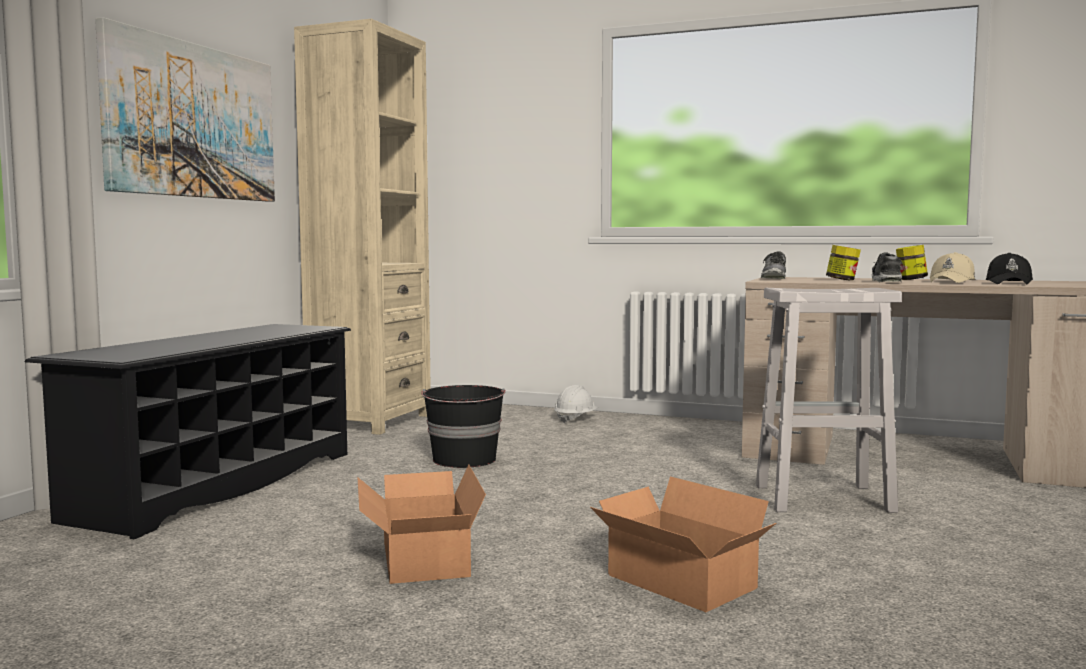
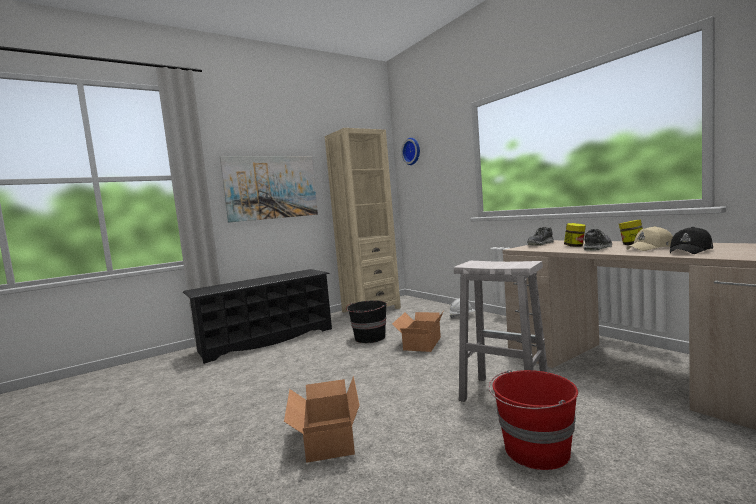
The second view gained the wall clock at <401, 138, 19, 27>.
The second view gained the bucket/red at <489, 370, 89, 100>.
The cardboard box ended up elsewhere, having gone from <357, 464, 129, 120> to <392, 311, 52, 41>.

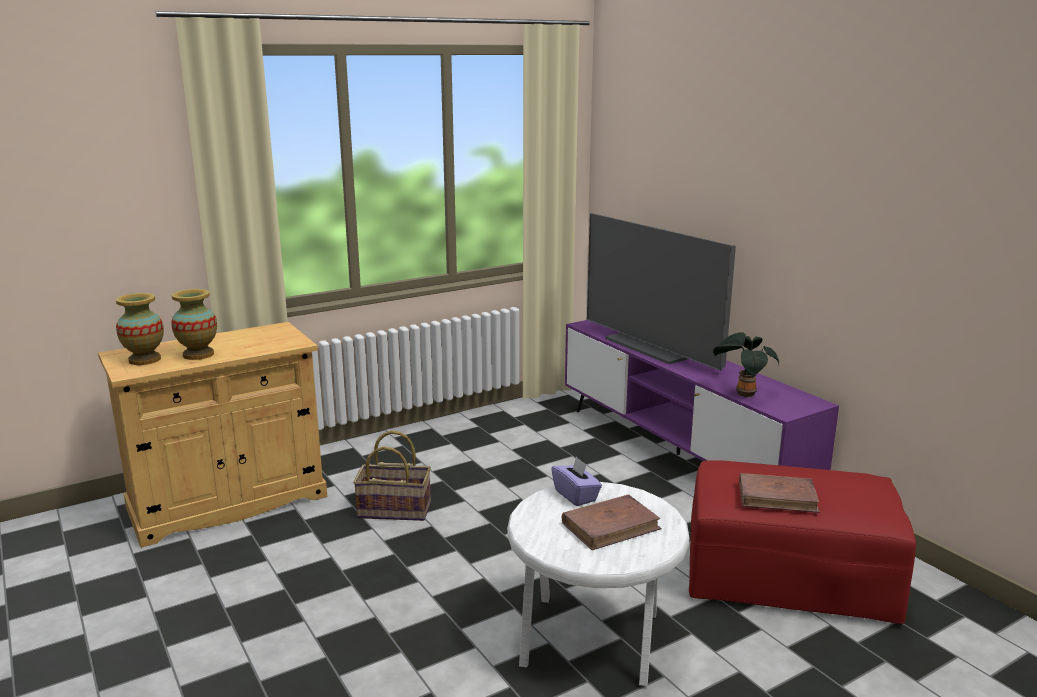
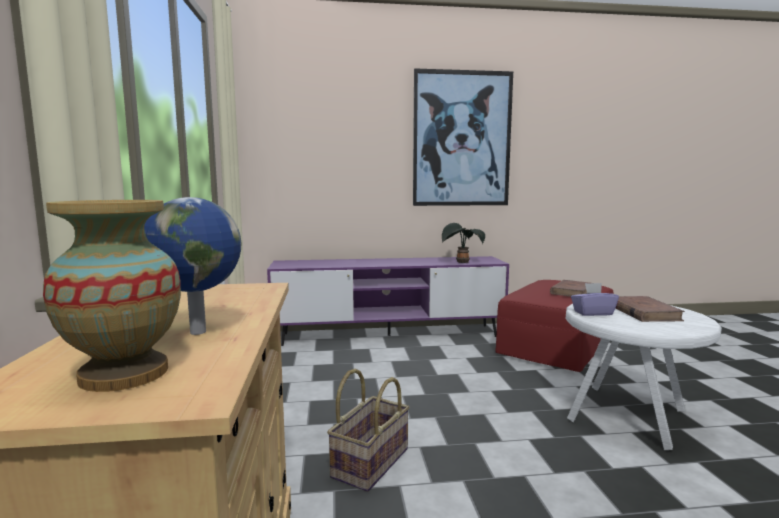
The second view lost the television at <587, 213, 149, 158>.
The second view gained the picture at <413, 69, 100, 137>.
Where the vase stood at <171, 289, 46, 71>, the globe came to stand at <144, 197, 97, 138>.

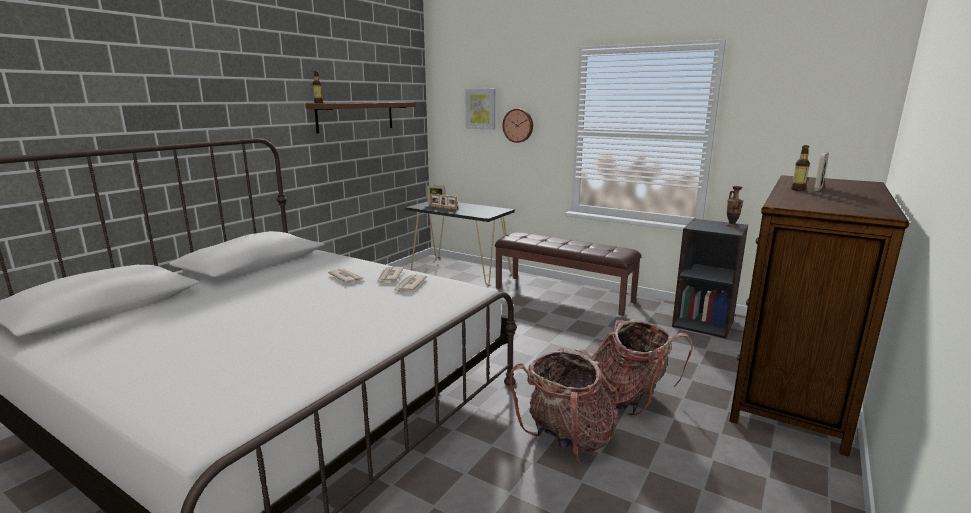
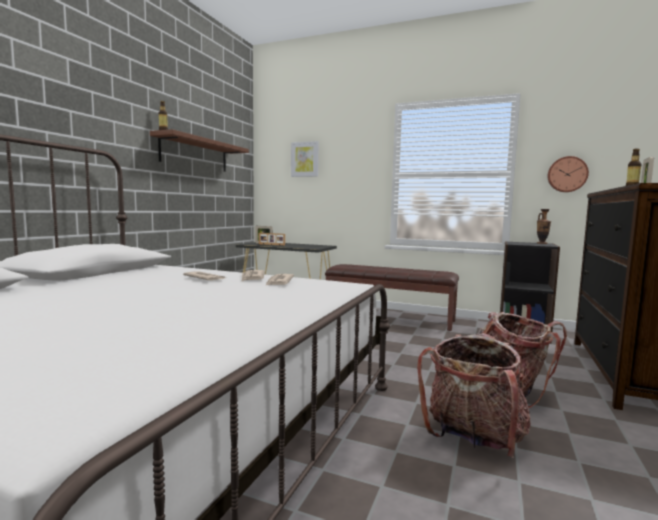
The wall clock ended up elsewhere, having gone from <502, 109, 31, 34> to <548, 156, 41, 36>.

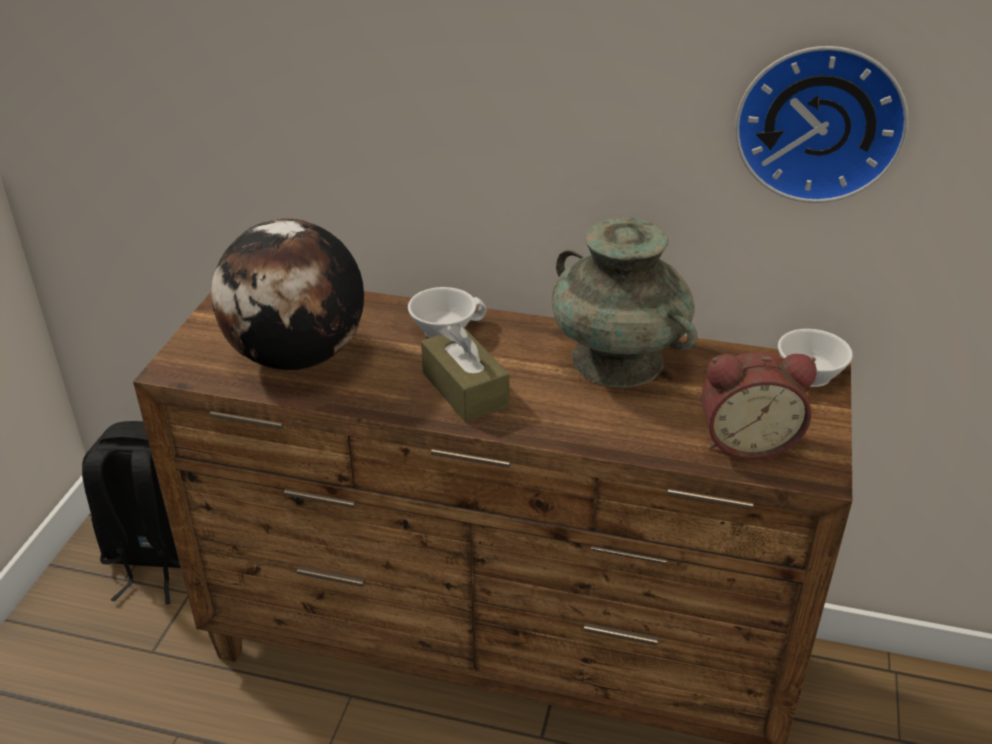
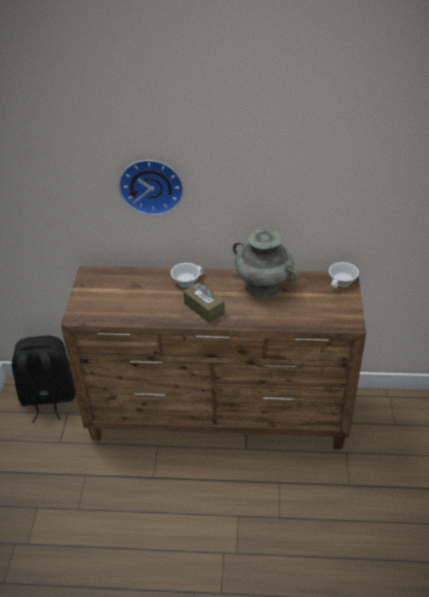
The second view lost the globe at <211, 219, 153, 151>.
The second view lost the alarm clock at <701, 352, 116, 108>.
The wall clock ended up elsewhere, having gone from <735, 46, 174, 157> to <119, 160, 65, 55>.

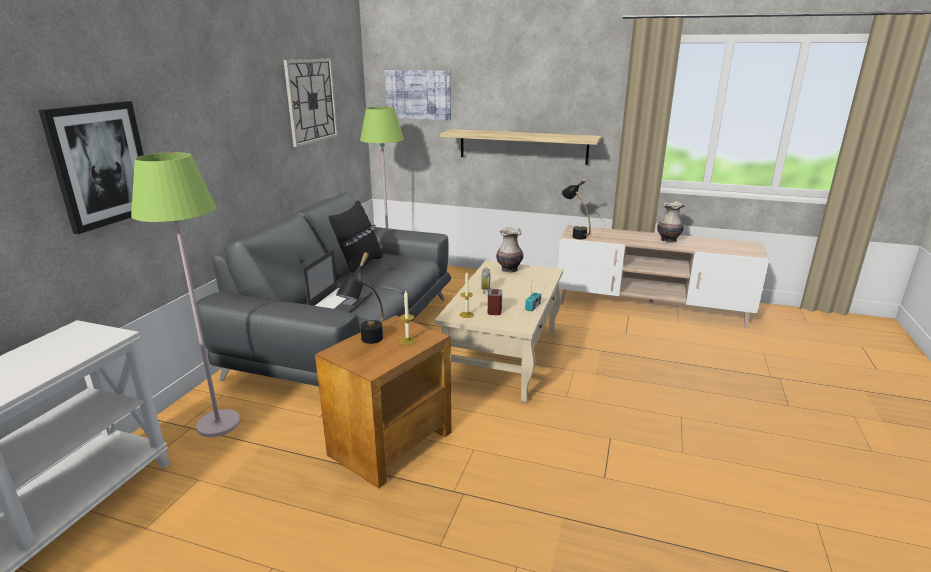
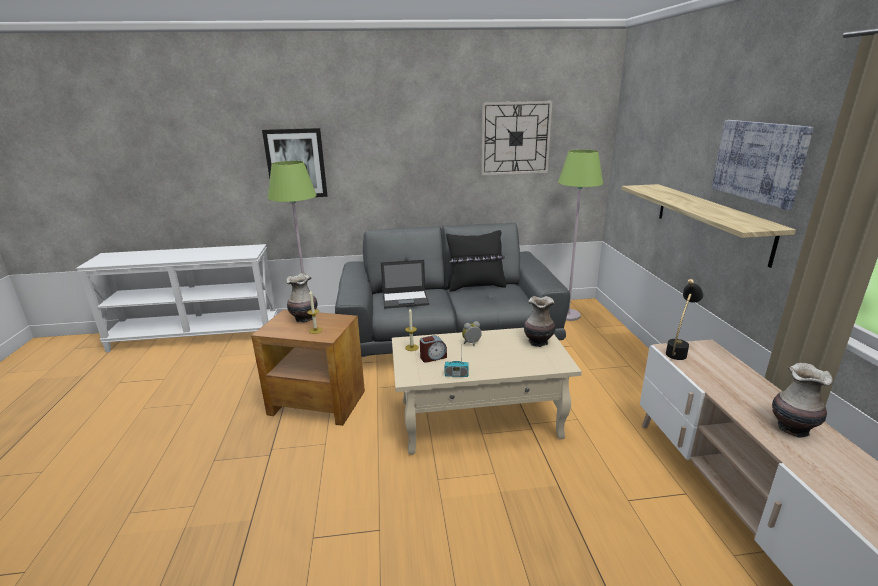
The picture ended up elsewhere, having gone from <384, 70, 67, 50> to <712, 120, 102, 90>.
Where the table lamp/black stood at <336, 252, 47, 92>, the vase came to stand at <286, 273, 32, 50>.

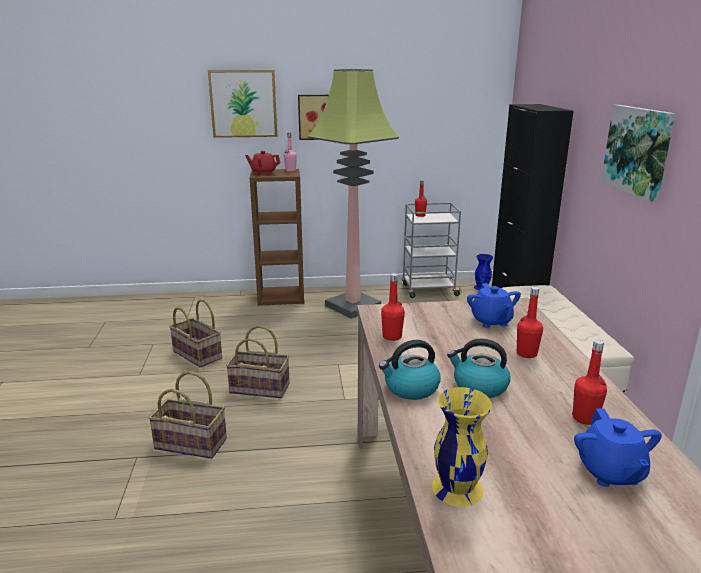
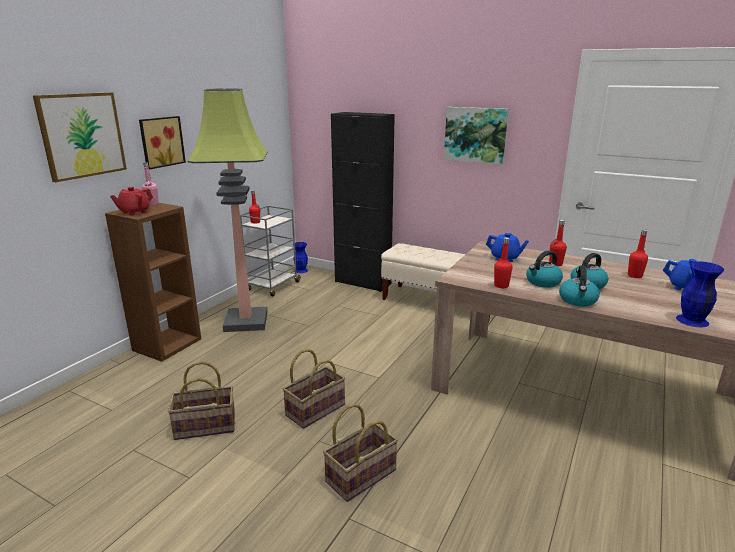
The second view gained the kettle at <526, 251, 37, 37>.
What was the vase/yellow at <432, 387, 60, 120> turned into the vase/blue at <676, 261, 48, 66>.

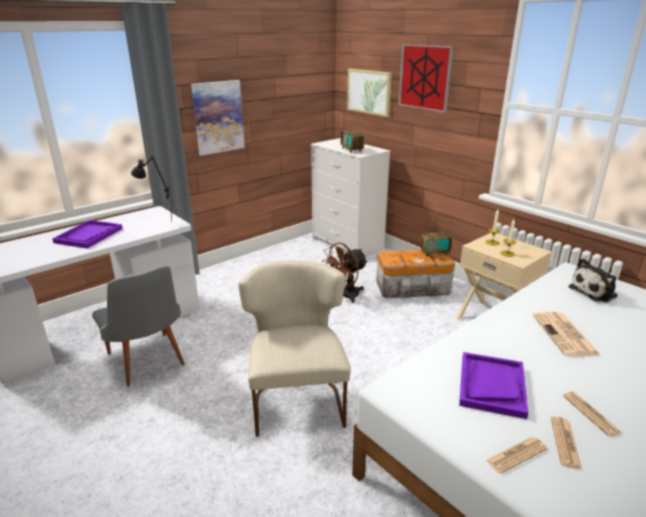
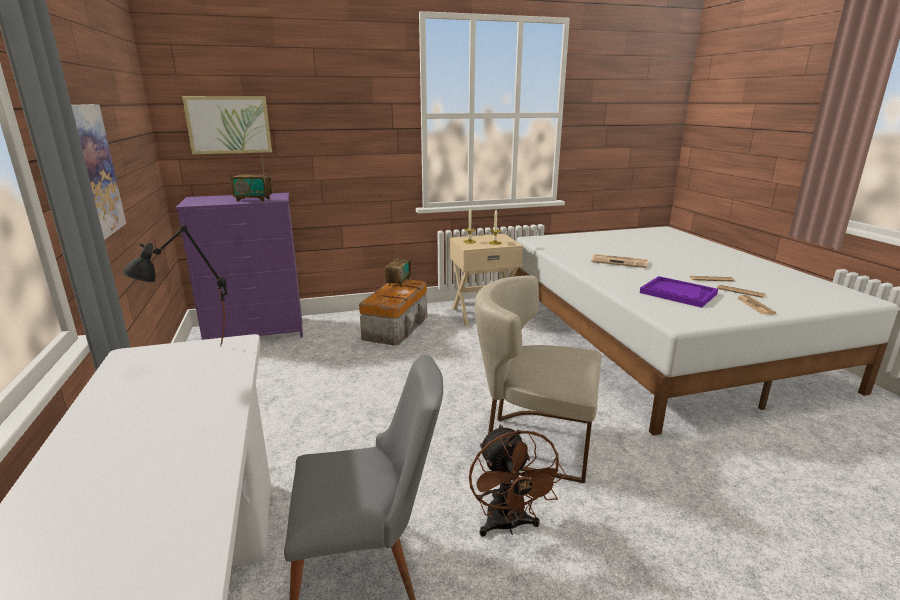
The second view lost the tray/purple at <52, 220, 71, 29>.
The second view lost the picture at <398, 44, 56, 69>.
The second view lost the plush toy at <568, 258, 50, 45>.
The fan/brown ended up elsewhere, having gone from <322, 243, 46, 60> to <469, 425, 98, 112>.
What was the dresser/white at <311, 138, 80, 119> turned into the dresser/purple at <176, 193, 127, 147>.

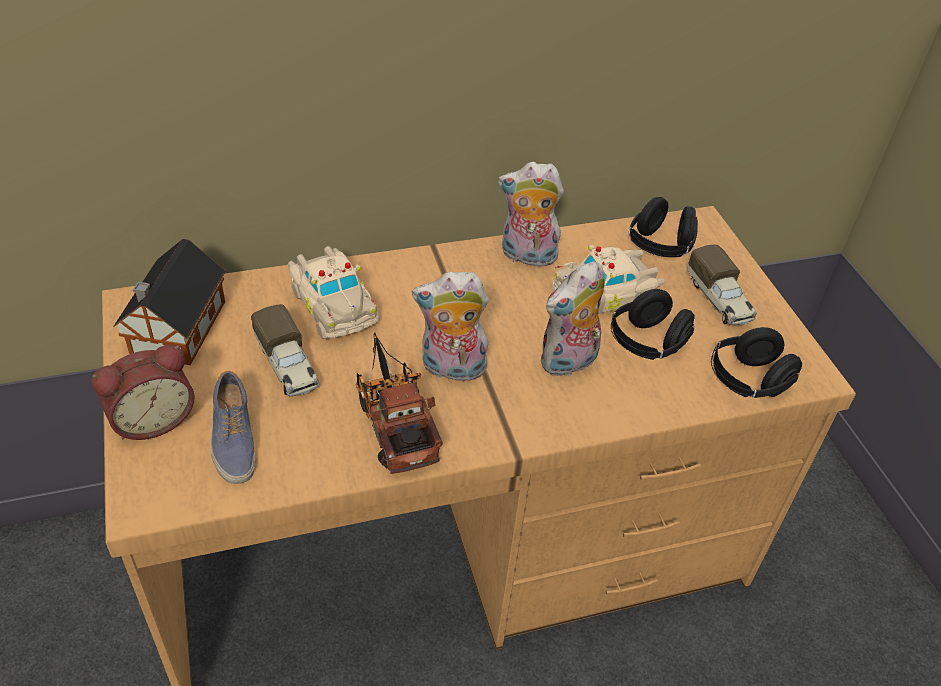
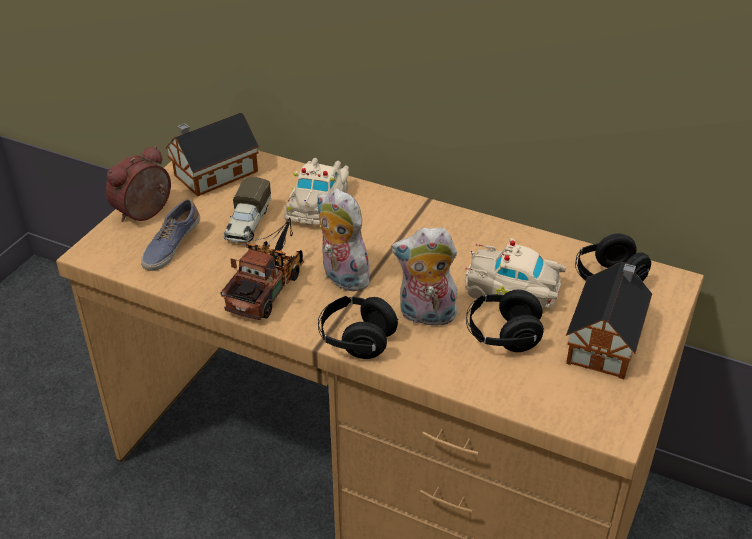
The second view lost the plush toy at <498, 162, 66, 108>.
The headphones/black ended up elsewhere, having gone from <711, 327, 91, 71> to <318, 296, 81, 63>.
Where the toy truck stood at <687, 245, 70, 80>, the toy house came to stand at <566, 262, 86, 117>.
The alarm clock at <91, 344, 104, 96> ended up facing another way, 120 degrees clockwise from before.

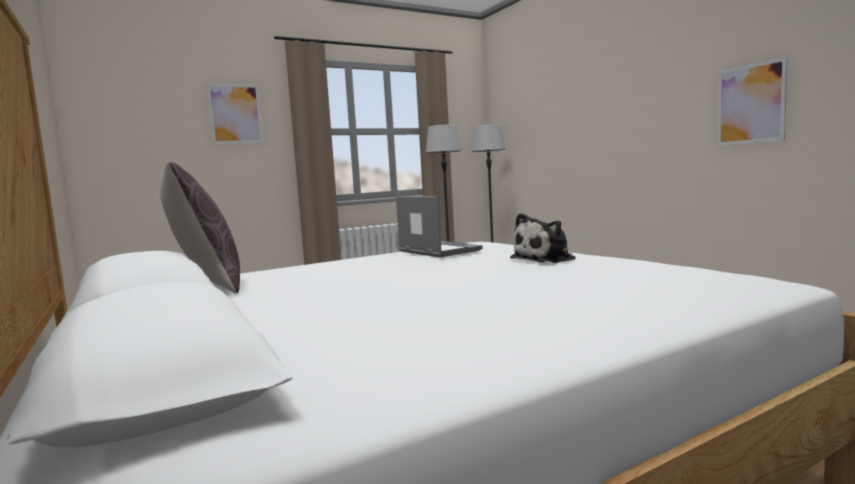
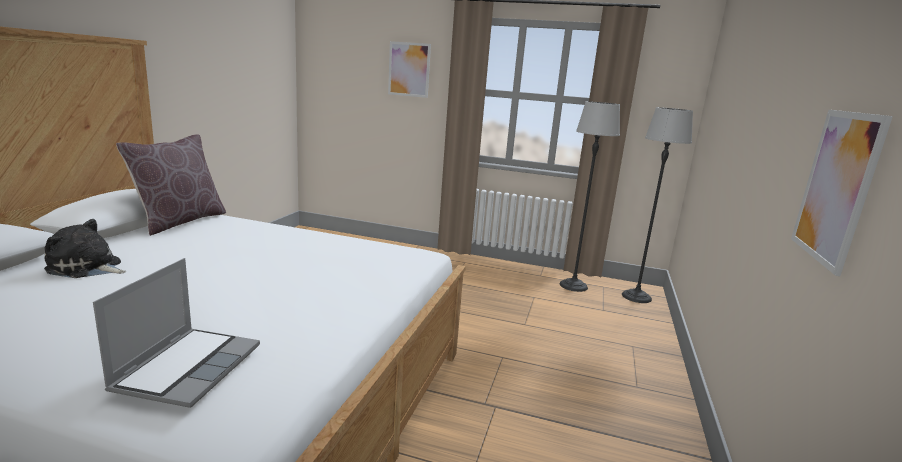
The laptop ended up elsewhere, having gone from <396, 196, 87, 62> to <93, 258, 167, 150>.
The plush toy ended up elsewhere, having gone from <510, 213, 66, 50> to <44, 219, 82, 59>.

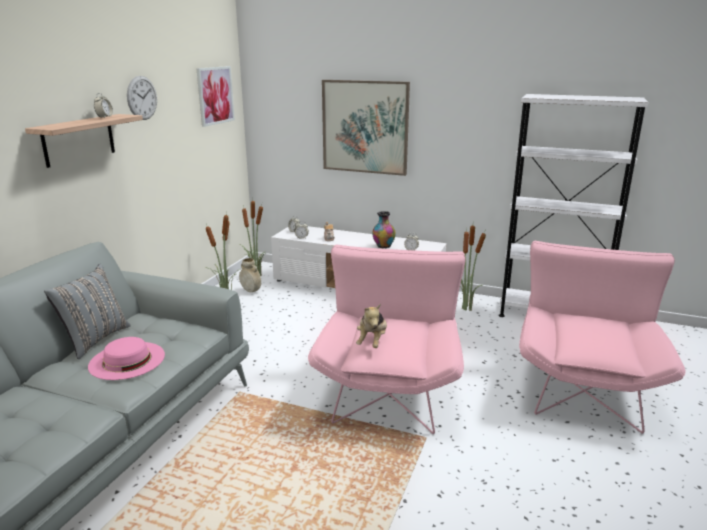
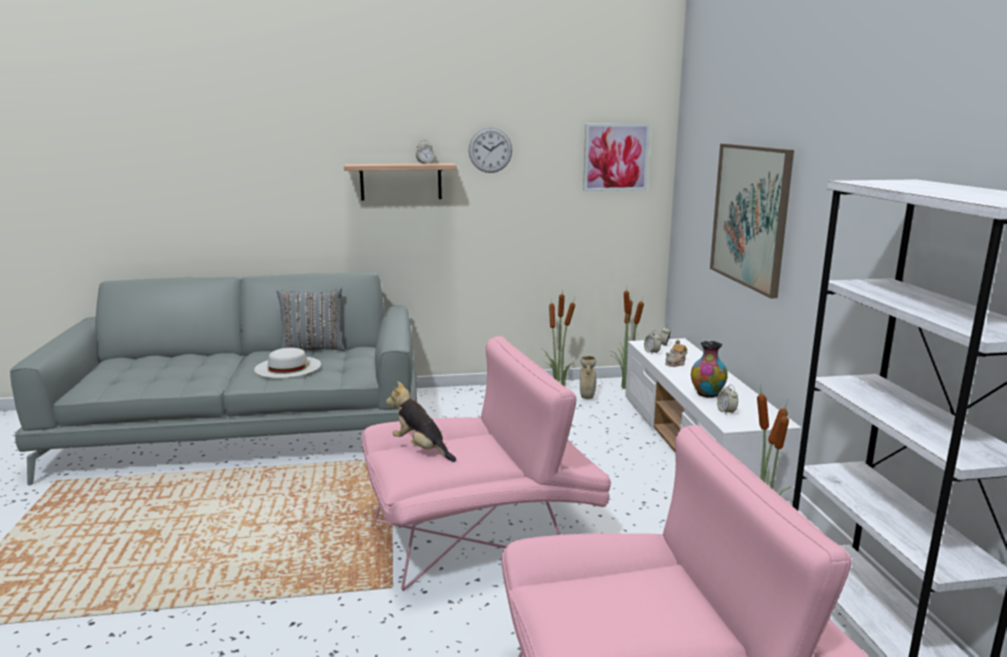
What was the hat/pink at <88, 337, 77, 43> turned into the hat/white at <254, 348, 67, 30>.
The plush toy at <356, 304, 31, 44> ended up facing another way, 60 degrees clockwise from before.

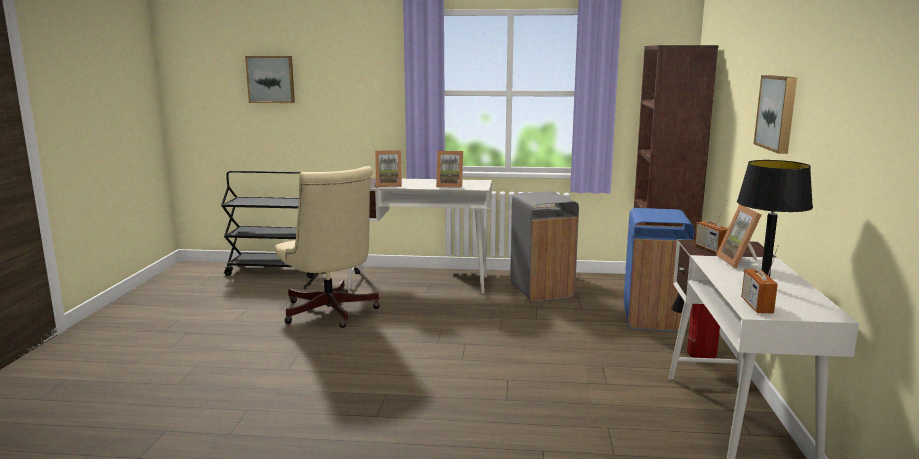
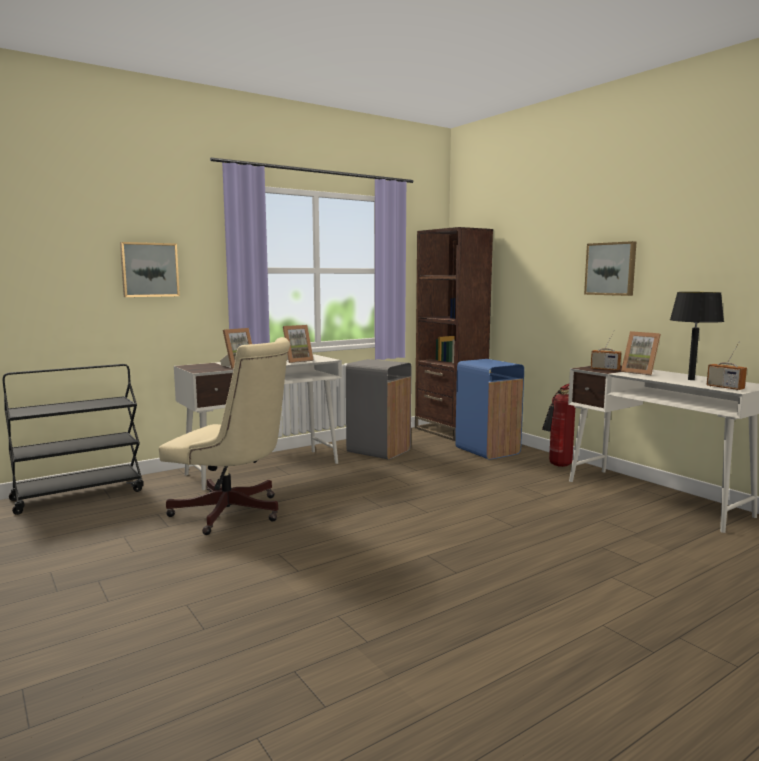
The picture ended up elsewhere, having gone from <245, 56, 50, 47> to <120, 242, 60, 55>.

